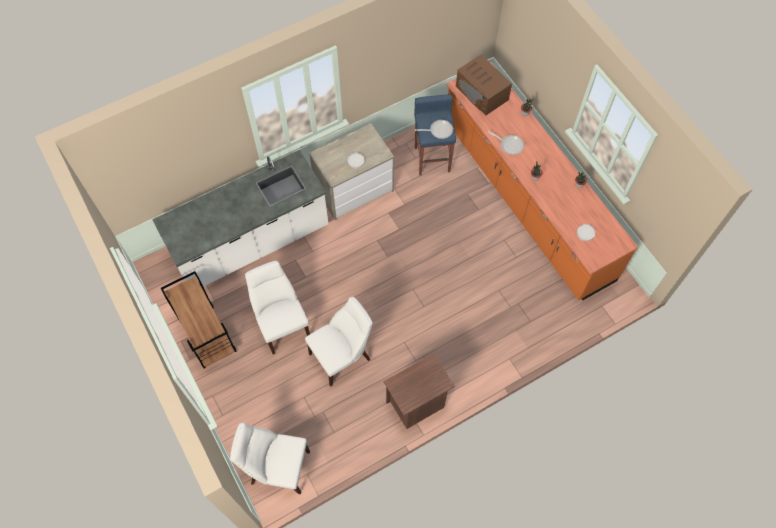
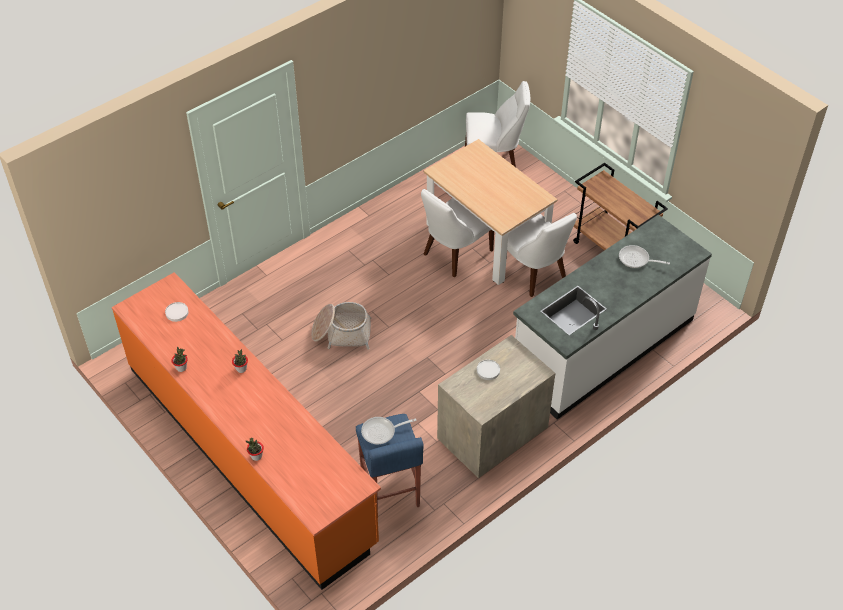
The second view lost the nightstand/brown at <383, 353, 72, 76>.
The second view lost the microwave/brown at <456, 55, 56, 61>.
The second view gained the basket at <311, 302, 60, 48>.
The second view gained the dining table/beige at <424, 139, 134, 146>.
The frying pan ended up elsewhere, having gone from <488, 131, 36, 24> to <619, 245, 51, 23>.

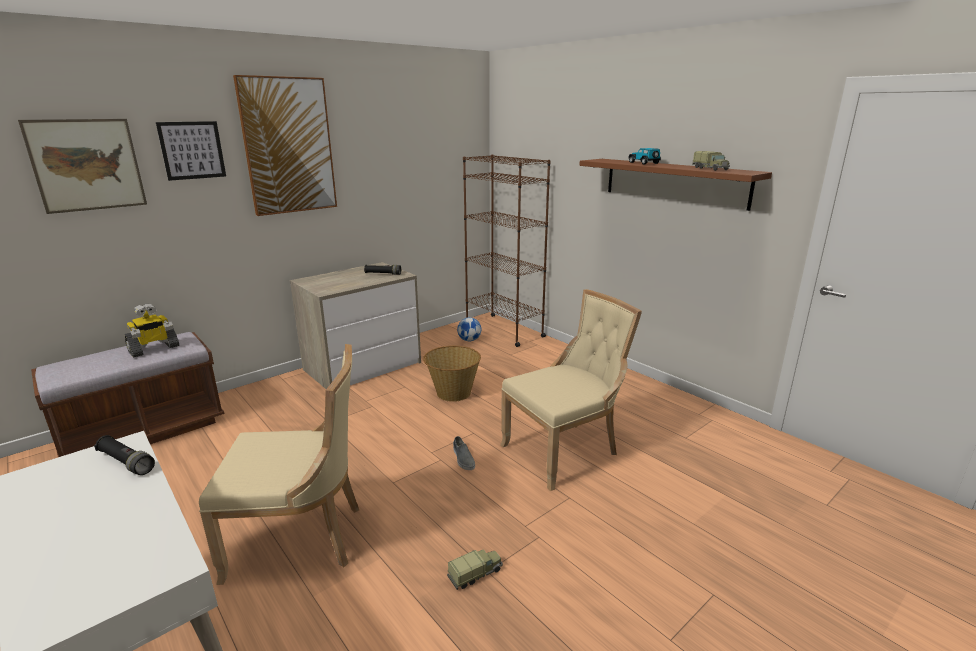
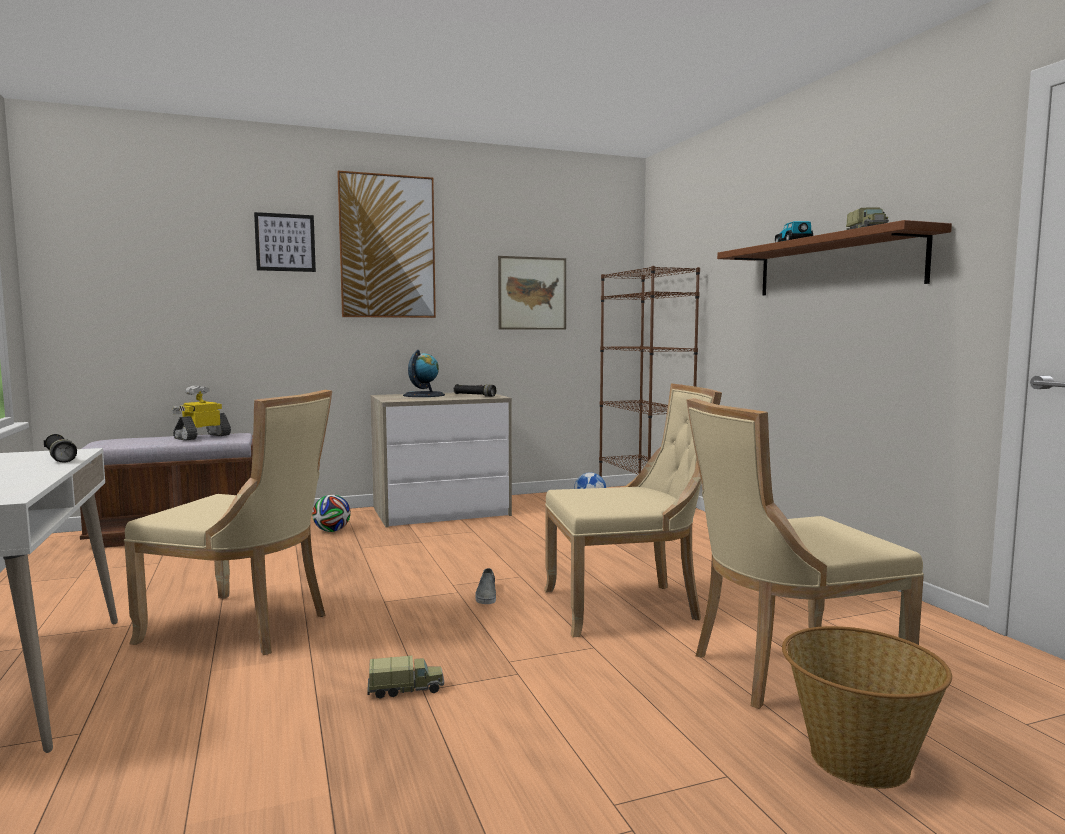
The second view gained the football at <312, 495, 39, 37>.
The second view gained the globe at <403, 350, 42, 47>.
The second view gained the chair/beige at <687, 398, 237, 311>.
The picture ended up elsewhere, having gone from <18, 119, 129, 95> to <498, 256, 68, 74>.
The basket ended up elsewhere, having gone from <423, 346, 58, 56> to <782, 626, 170, 163>.
The toy robot at <125, 304, 55, 54> ended up facing another way, 150 degrees clockwise from before.

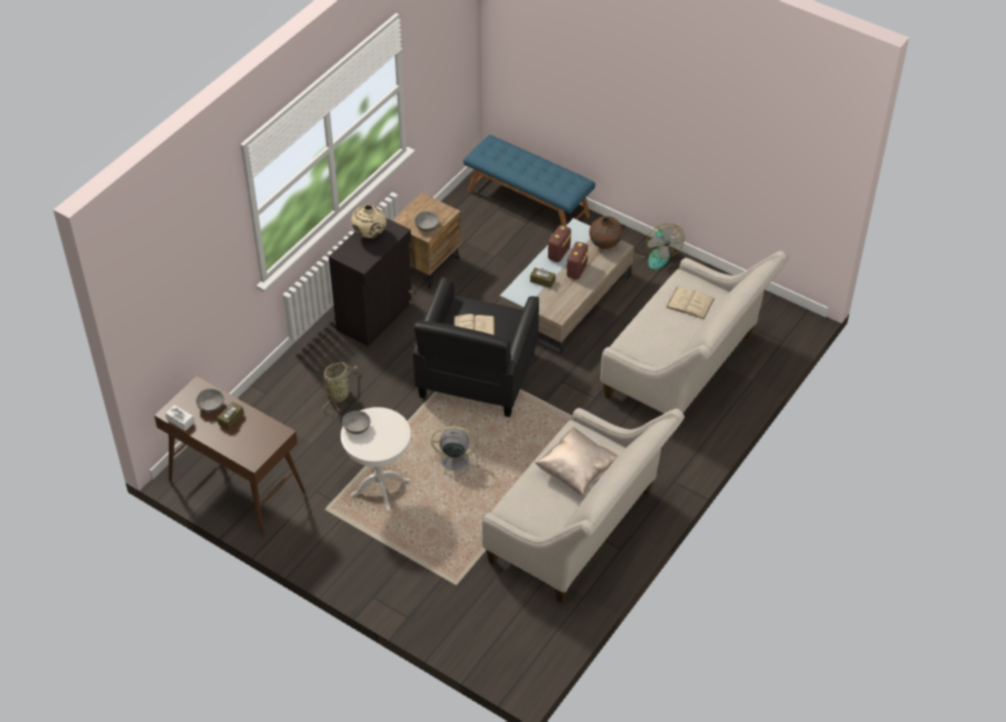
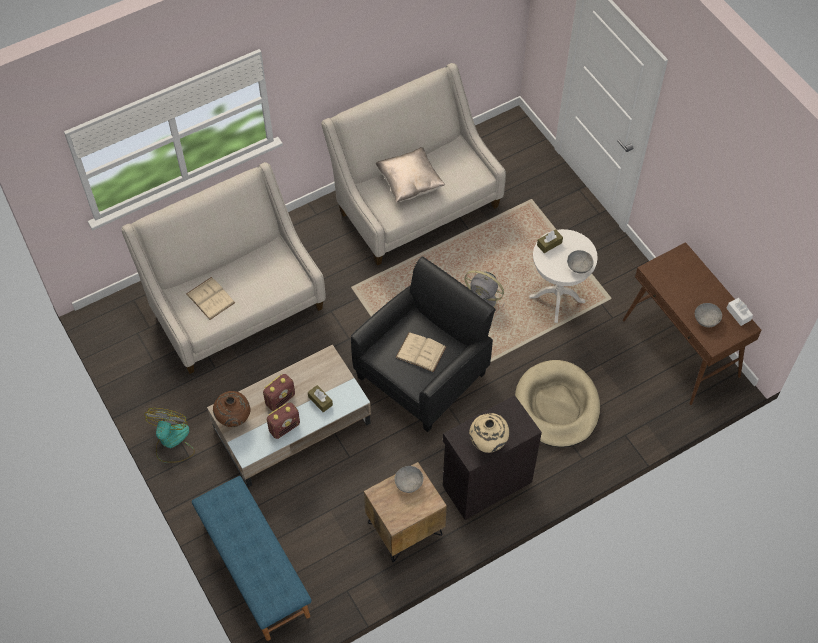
The tissue box/brown ended up elsewhere, having gone from <217, 402, 27, 28> to <537, 229, 26, 24>.
Where the basket stood at <323, 362, 34, 50>, the dog bed/beige came to stand at <515, 360, 85, 88>.

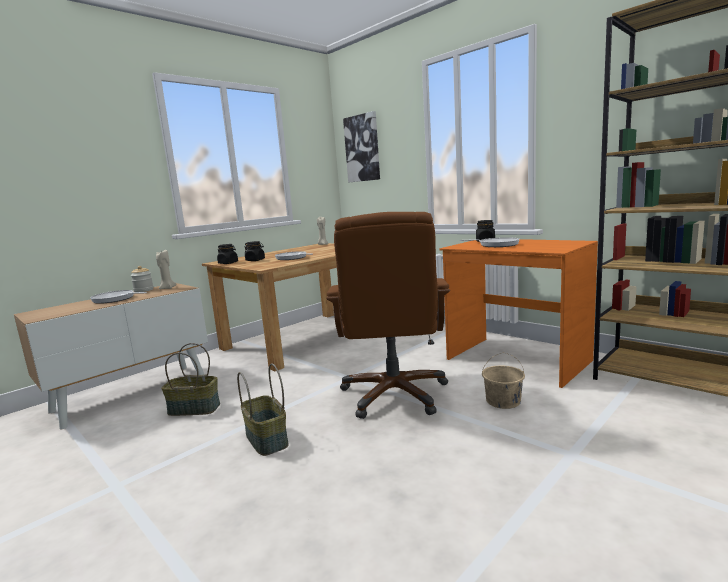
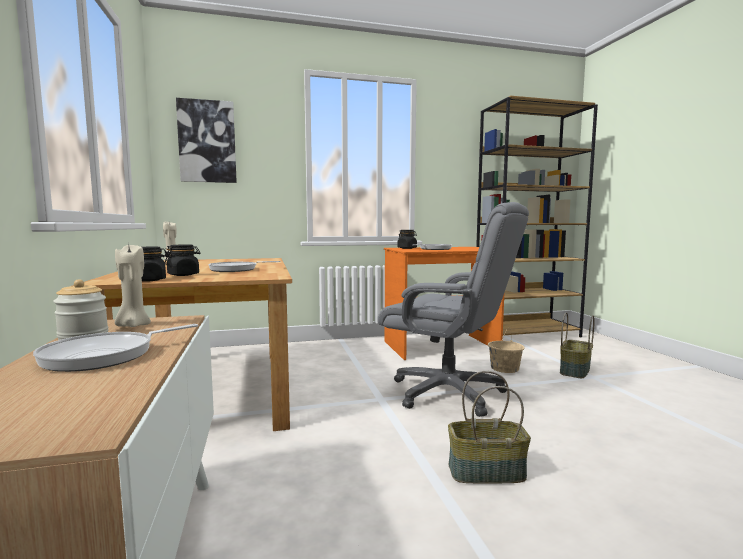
The basket ended up elsewhere, having gone from <161, 343, 59, 73> to <560, 312, 34, 66>.
What was the office chair/brown at <327, 212, 123, 207> turned into the office chair/grey at <378, 202, 151, 215>.

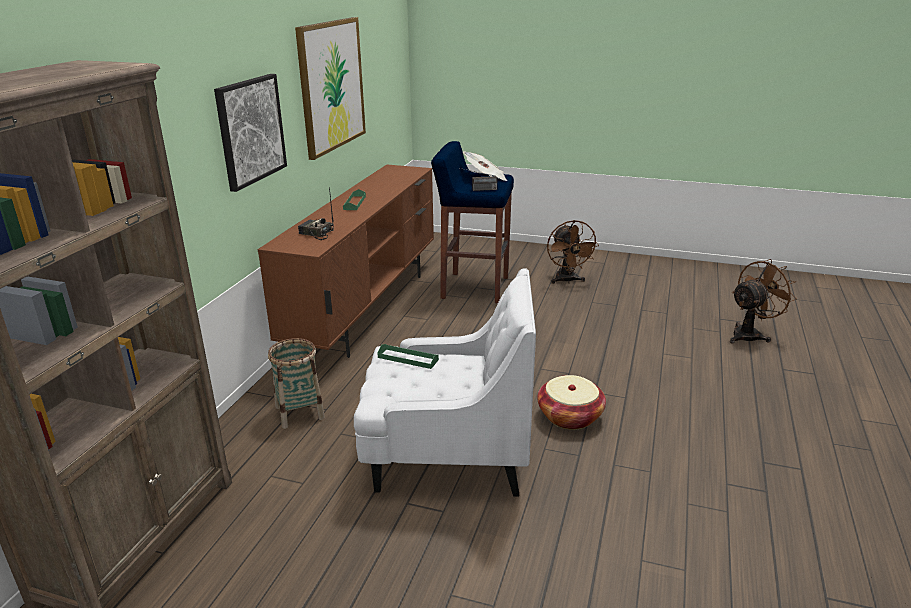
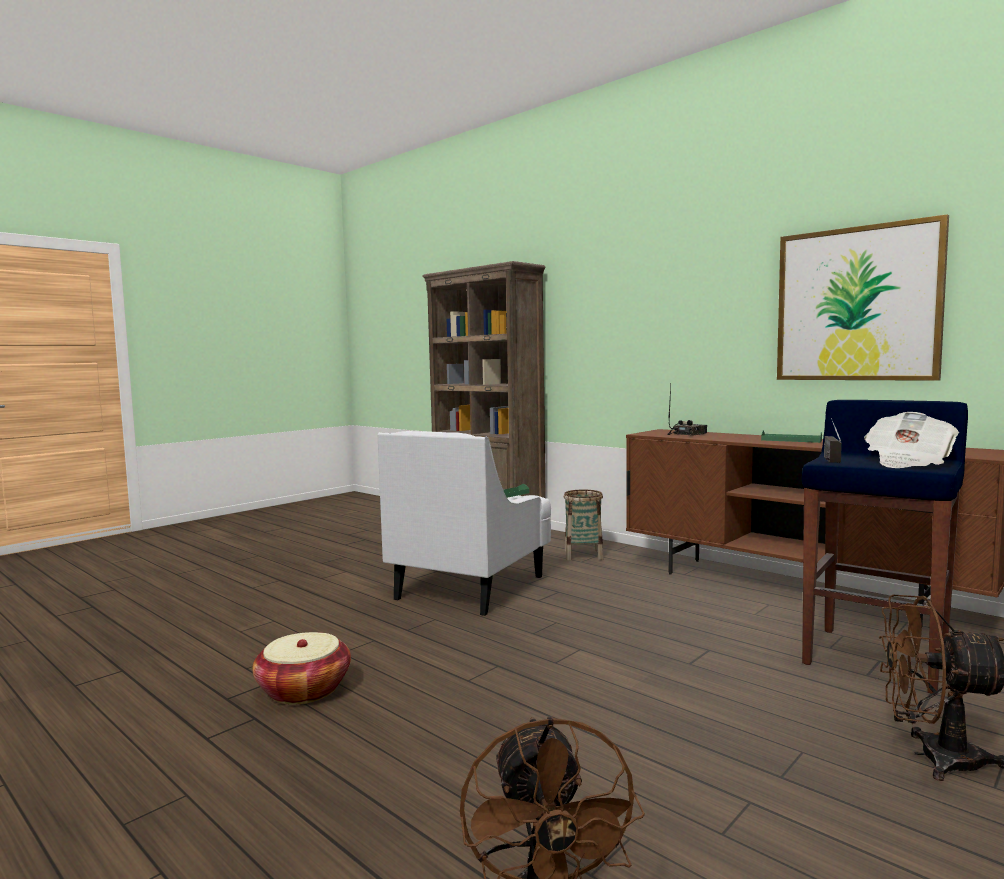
The second view lost the picture at <214, 74, 73, 118>.
The basket ended up elsewhere, having gone from <537, 375, 69, 55> to <252, 632, 99, 72>.

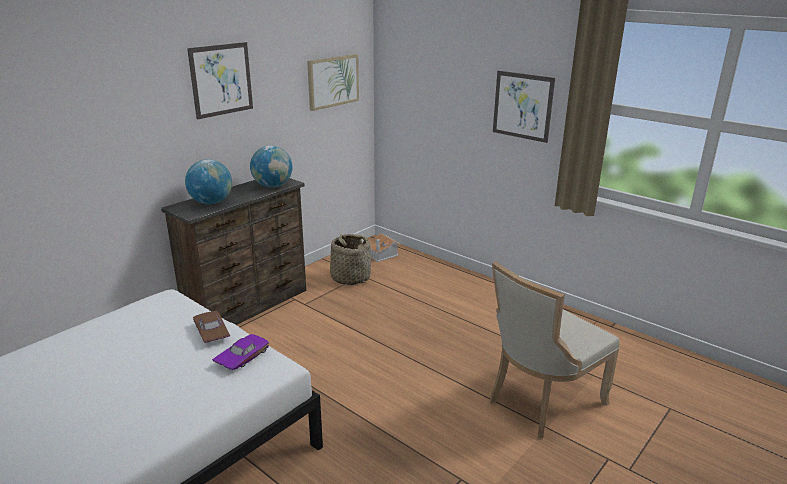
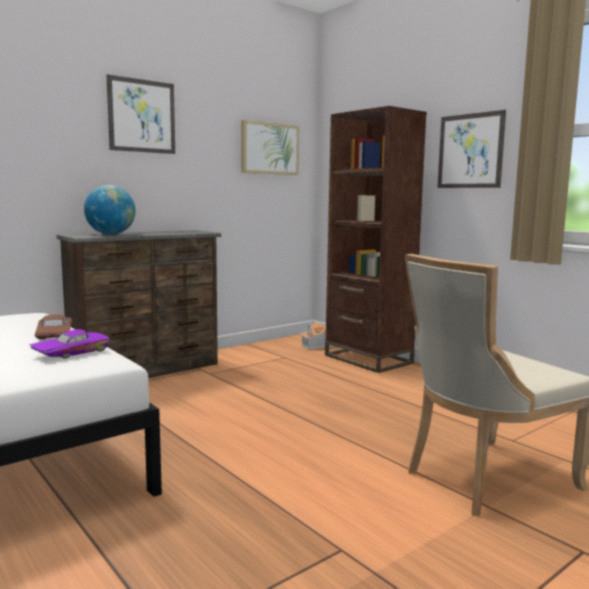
The second view lost the globe at <250, 146, 43, 42>.
The second view lost the basket at <330, 234, 41, 51>.
The second view gained the bookcase/brown at <325, 106, 102, 267>.

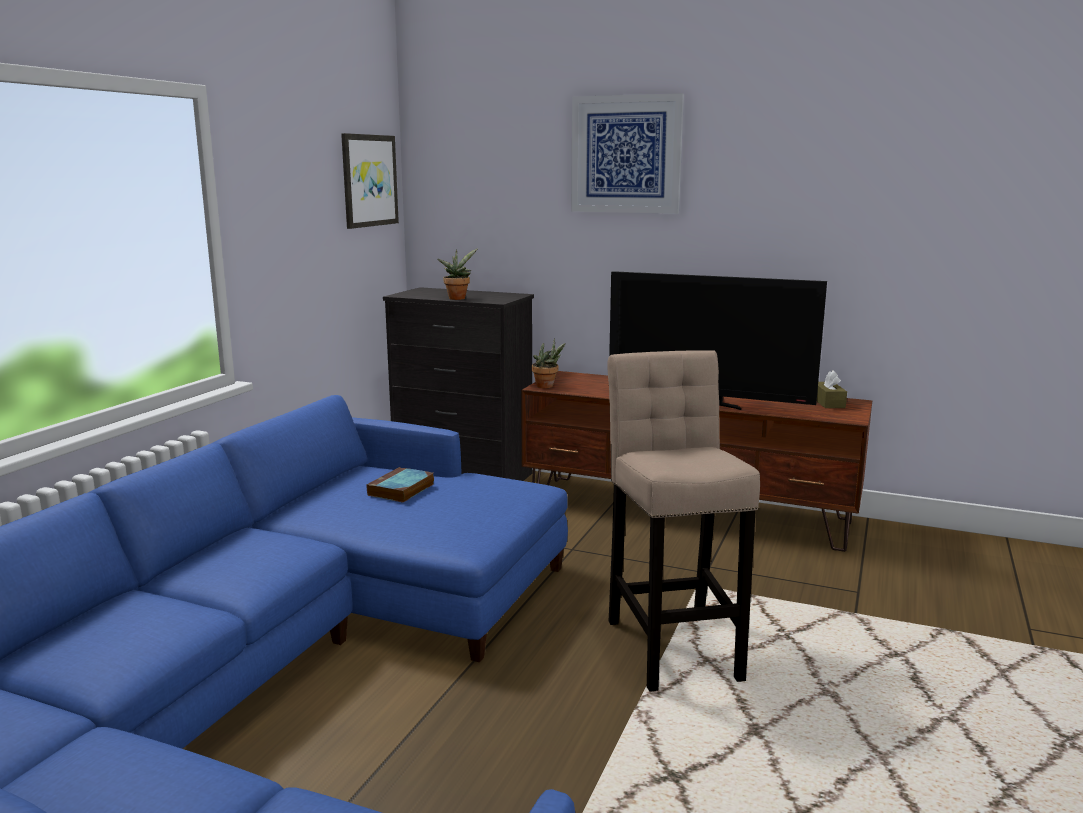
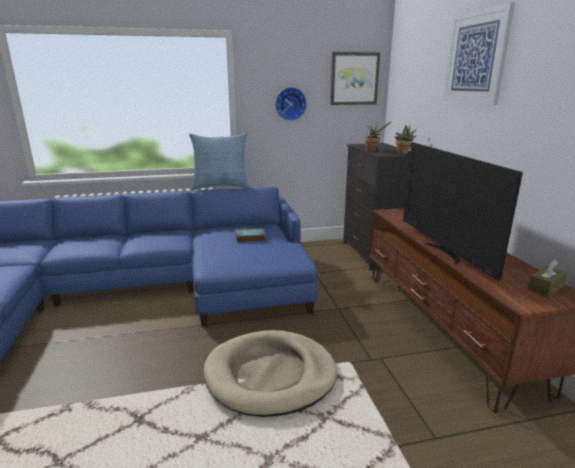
The second view gained the pillow at <189, 133, 61, 57>.
The second view gained the wall clock at <275, 87, 32, 34>.
The potted plant ended up elsewhere, having gone from <532, 338, 33, 50> to <395, 125, 22, 29>.
Where the stool/beige stood at <607, 350, 153, 342>, the dog bed/beige came to stand at <204, 330, 133, 87>.

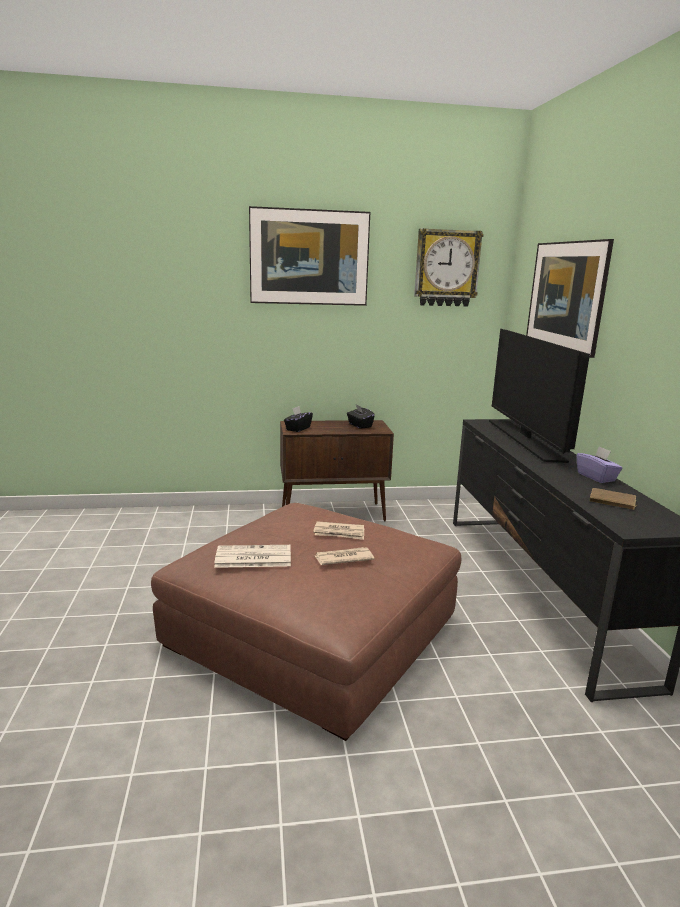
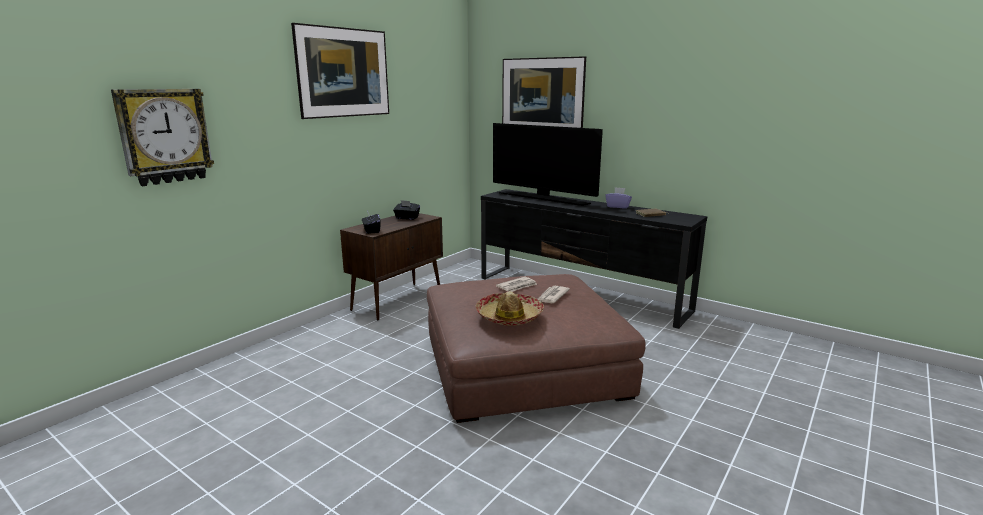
The wall clock ended up elsewhere, having gone from <414, 228, 70, 79> to <111, 89, 103, 97>.
Where the newspaper stood at <214, 545, 77, 23>, the hat came to stand at <475, 291, 69, 35>.

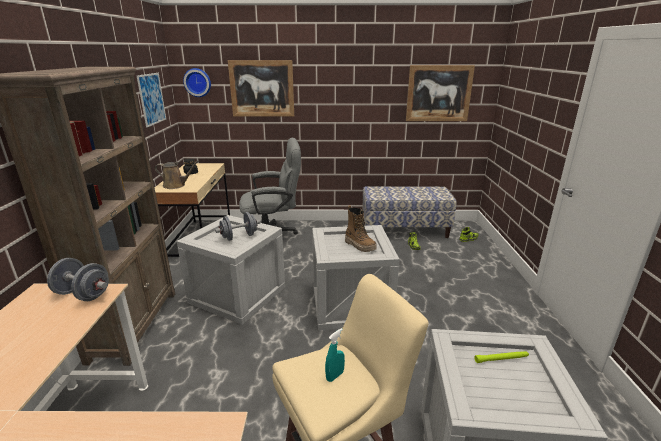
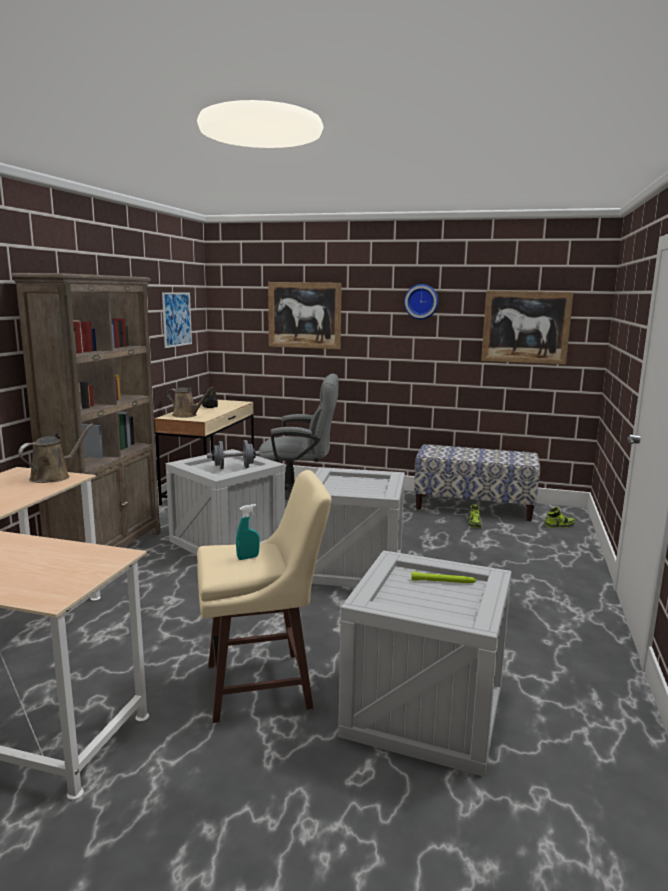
The second view lost the boot at <345, 205, 32, 47>.
The wall clock ended up elsewhere, having gone from <183, 68, 28, 29> to <404, 284, 35, 36>.
Where the dumbbell/grey stood at <47, 258, 62, 43>, the watering can/brown came to stand at <18, 424, 76, 59>.

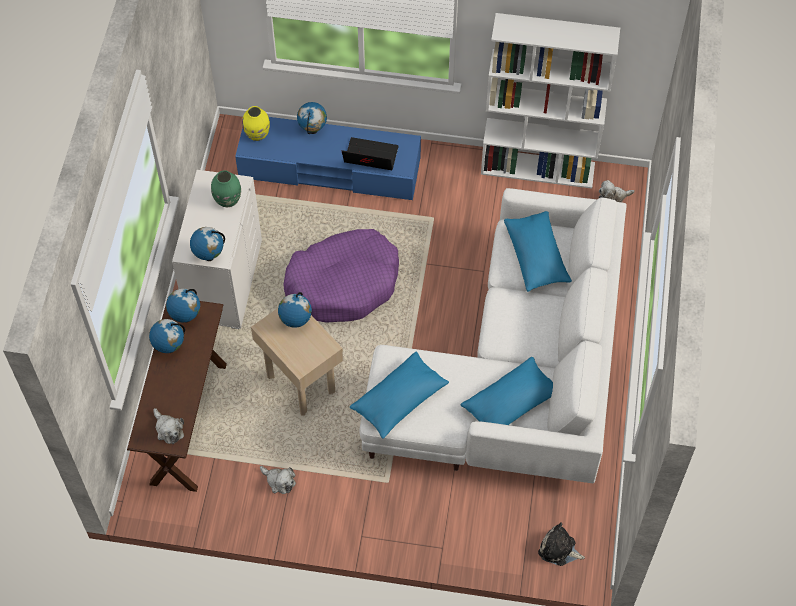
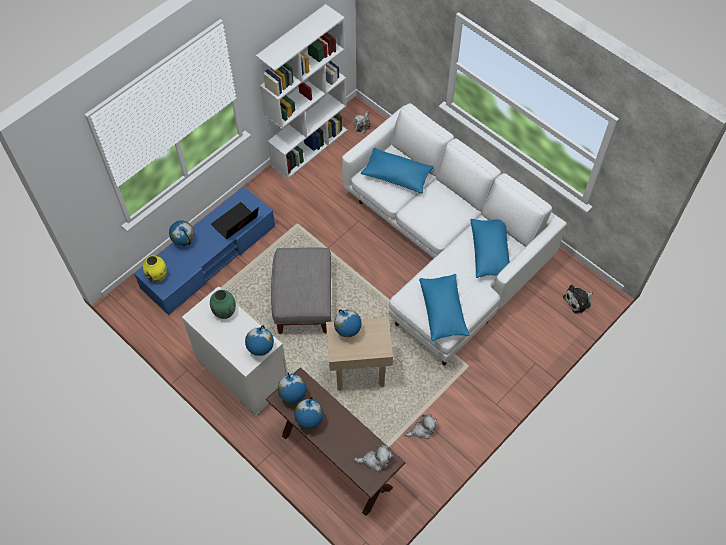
Where the dog bed/purple stood at <283, 229, 116, 94>, the ottoman/grey came to stand at <271, 248, 60, 86>.

